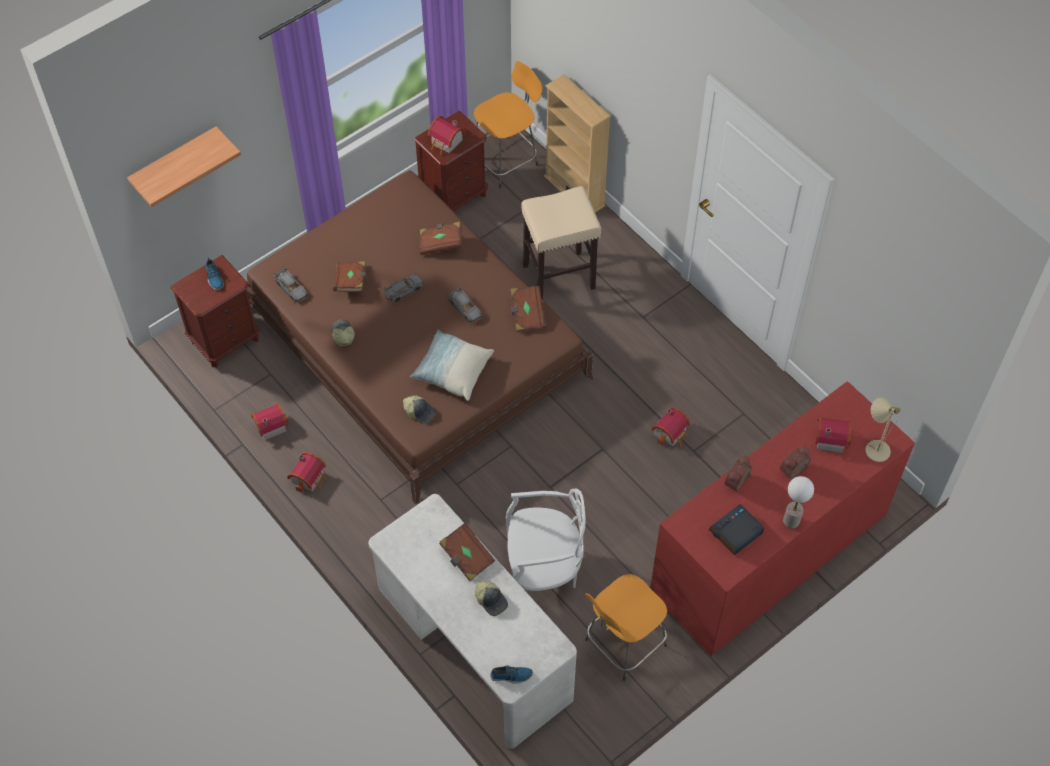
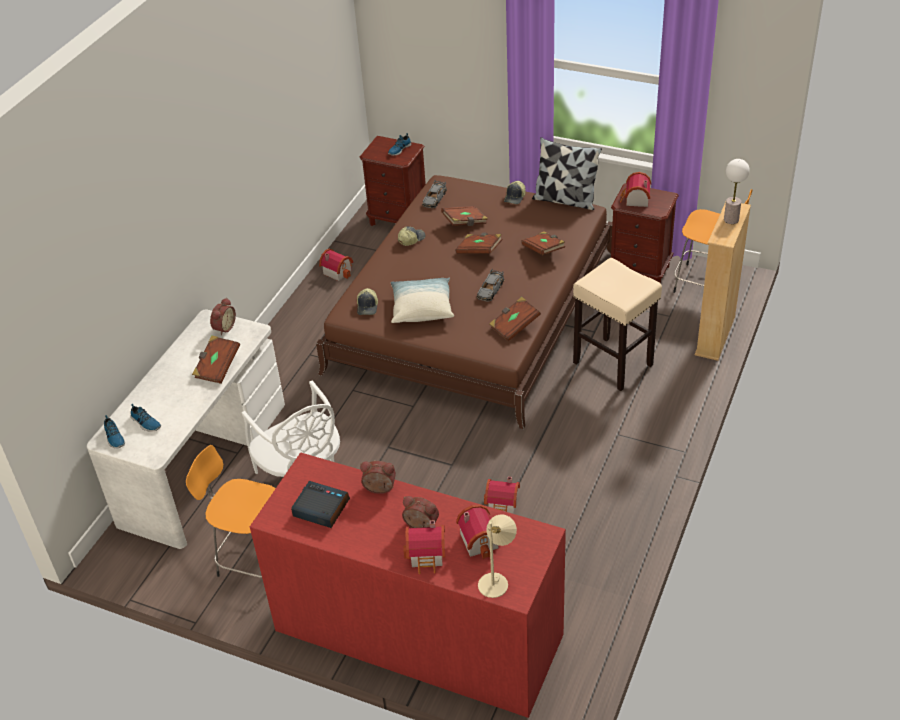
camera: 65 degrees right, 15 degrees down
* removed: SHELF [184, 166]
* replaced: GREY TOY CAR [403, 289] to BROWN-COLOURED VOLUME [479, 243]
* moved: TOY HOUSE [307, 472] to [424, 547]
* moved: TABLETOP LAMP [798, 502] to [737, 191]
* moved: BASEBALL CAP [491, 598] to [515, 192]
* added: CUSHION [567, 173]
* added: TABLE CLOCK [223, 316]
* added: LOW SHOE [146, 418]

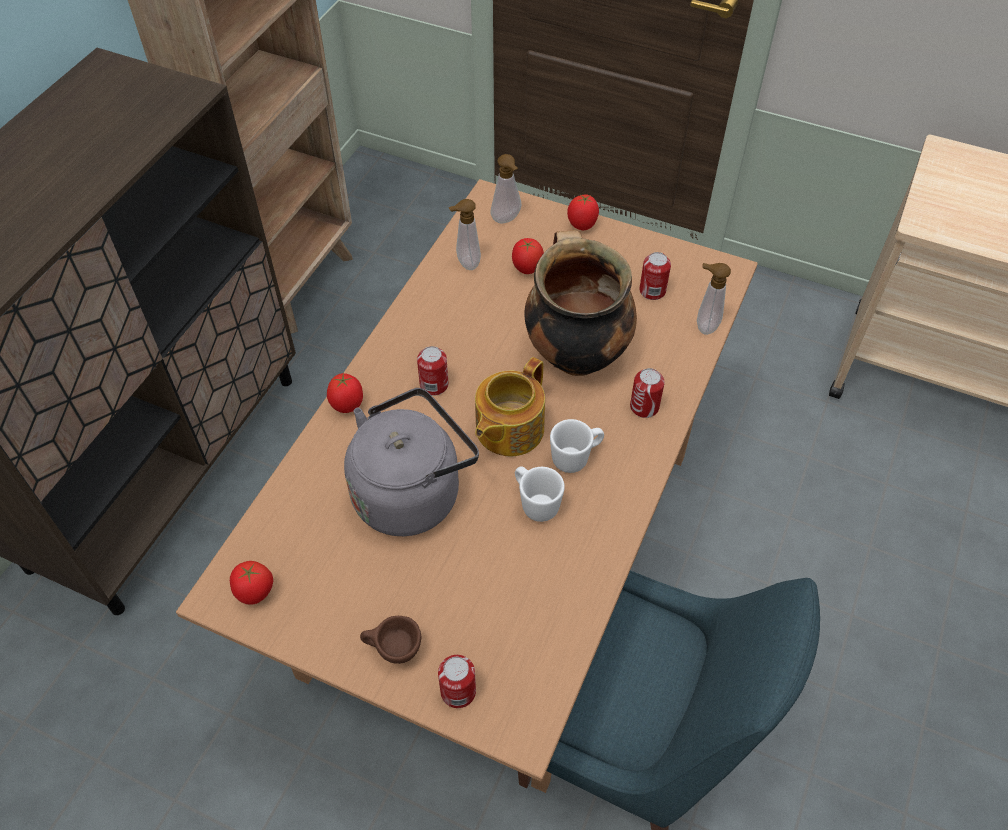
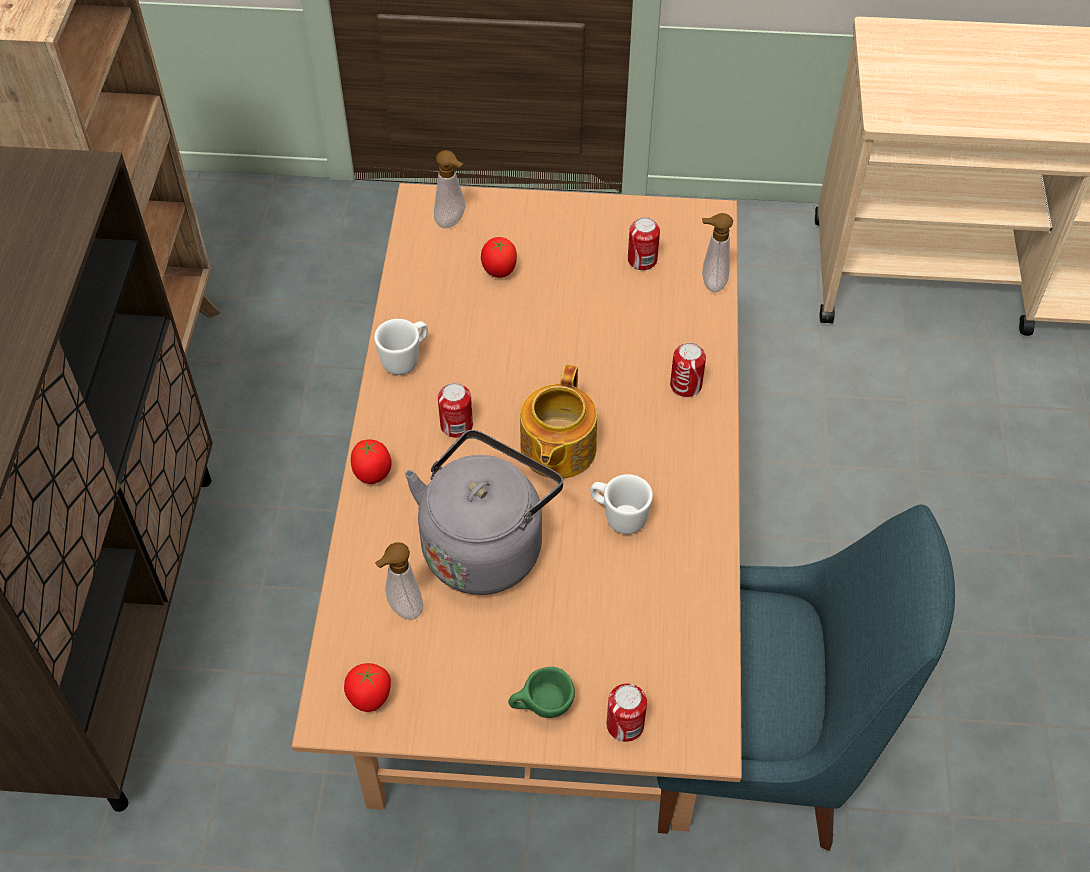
camera: 20 degrees left, 0 degrees up
* removed: WHOLE TOMATO [583, 212]
* moved: SOAP BOTTLE [465, 234] to [399, 581]
* removed: STOCKPOT [580, 303]
* moved: WHITE MUG [577, 446] to [401, 347]
* recoloured: BROWN-COLOURED DRINKING CUP [390, 640] to GREEN DRINKING CUP [541, 692]

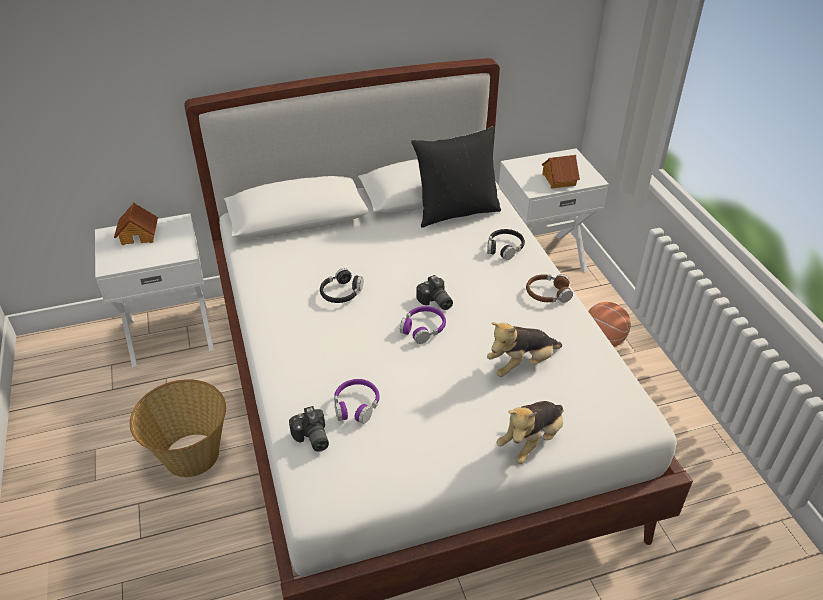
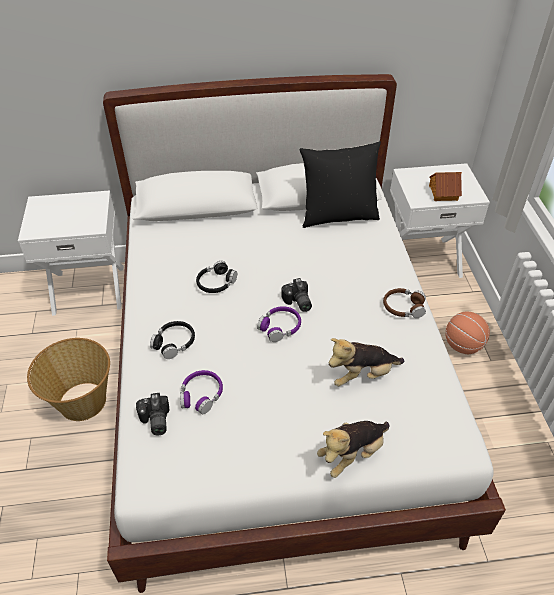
camera: 10 degrees right, 5 degrees up
* removed: TOY HOUSE [136, 224]
* moved: BLACK HEADPHONES [506, 244] to [172, 340]

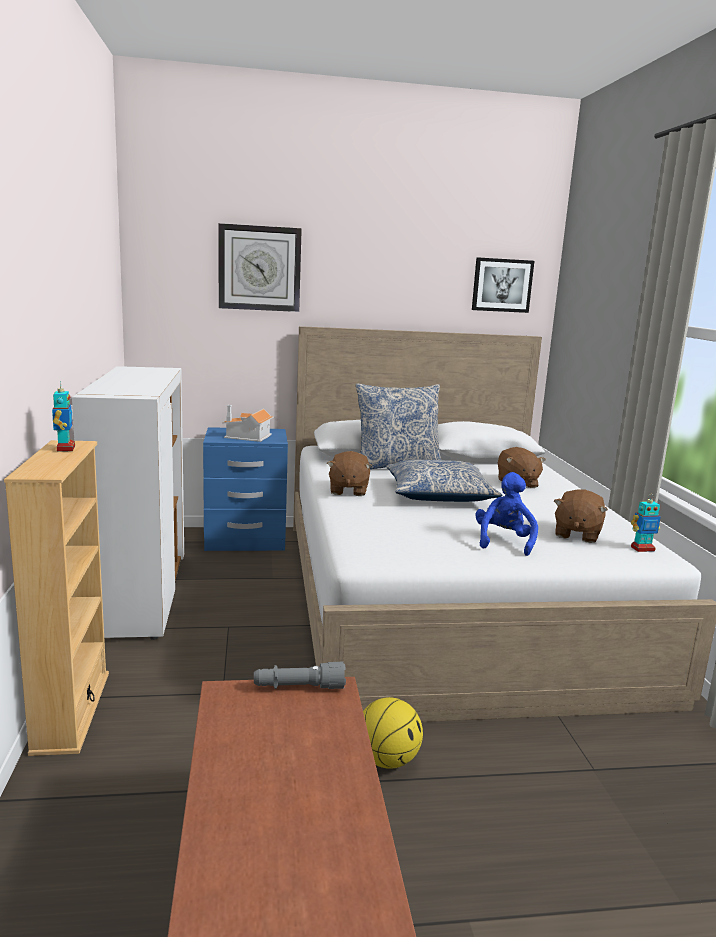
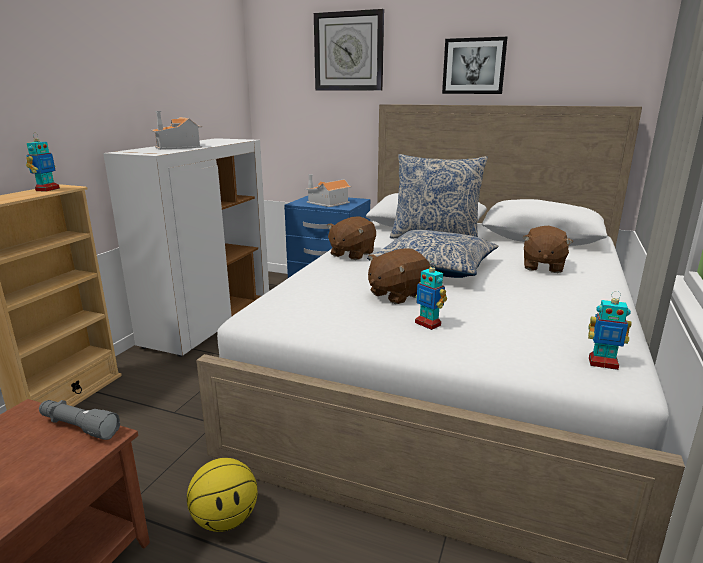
camera: 30 degrees right, 5 degrees up
* moved: PICTURE [503, 285] to [475, 65]
* replaced: BLUE SOFT TOY [506, 514] to ROBOT FIGURE [431, 295]
* moved: BROWN-COLOURED SOFT TOY [581, 516] to [399, 276]
* added: TOY HOUSE [176, 130]

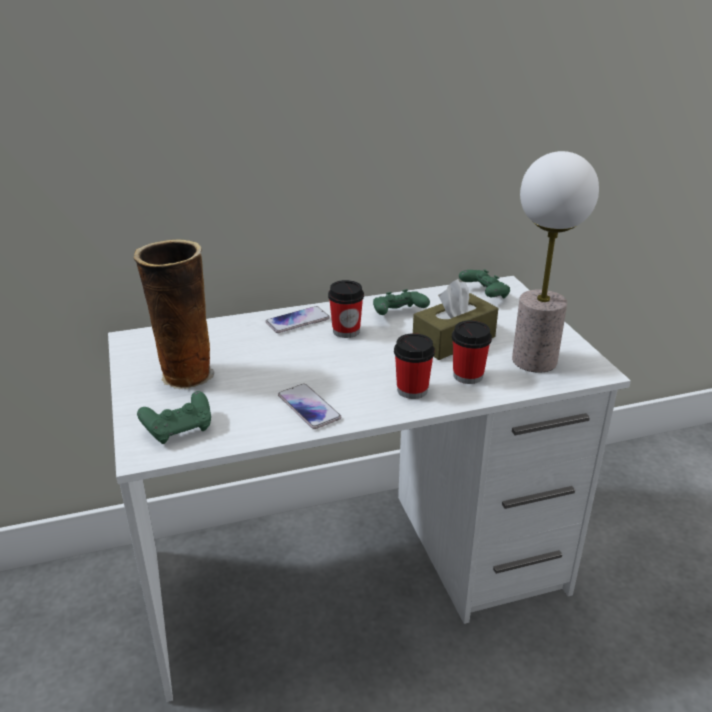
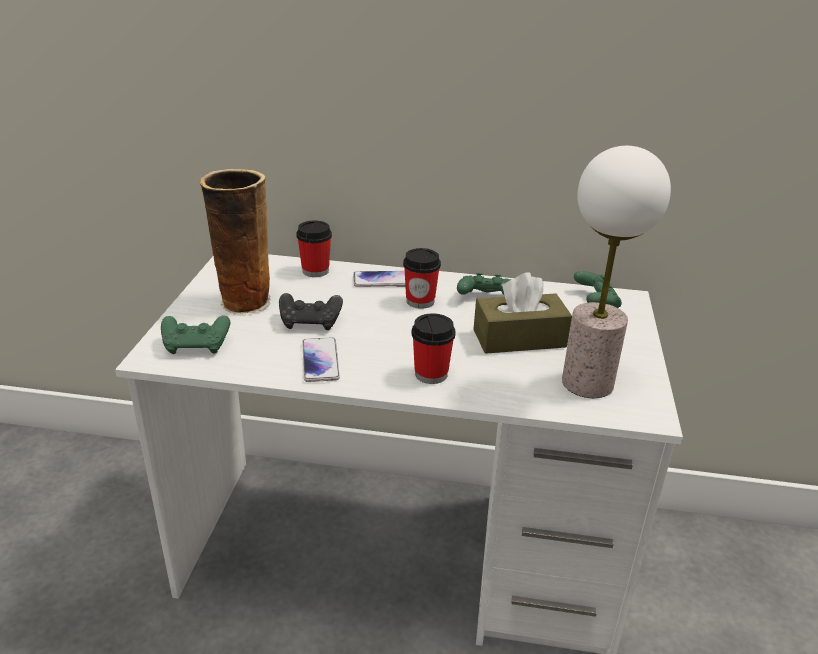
camera: 25 degrees right, 0 degrees up
* moved: DRINKING CUP [472, 352] to [314, 248]
* added: BLACK JOYPAD [311, 311]

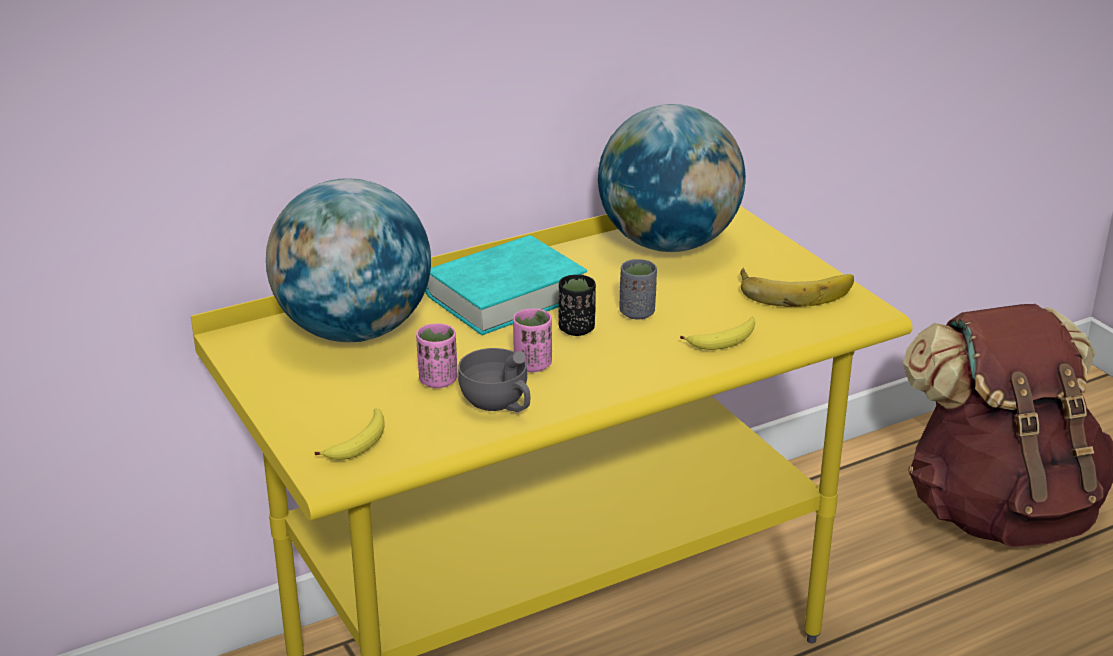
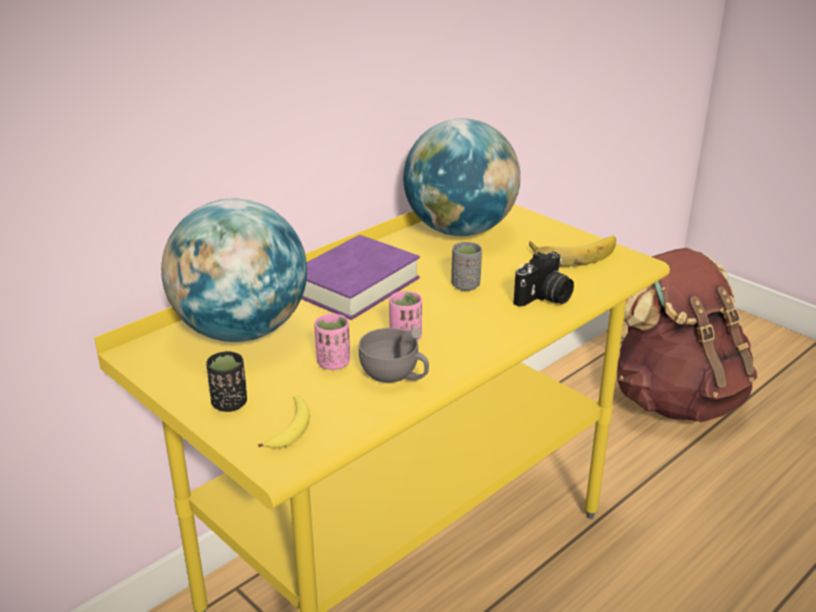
camera: 15 degrees left, 0 degrees up
* recoloured: TURQUOISE VOLUME [506, 285] to PURPLE-COLOURED VOLUME [360, 277]
* moved: BLACK DRINKING CUP [577, 305] to [226, 381]
* replaced: WHOLE BANANA [717, 333] to STILL CAMERA [543, 279]

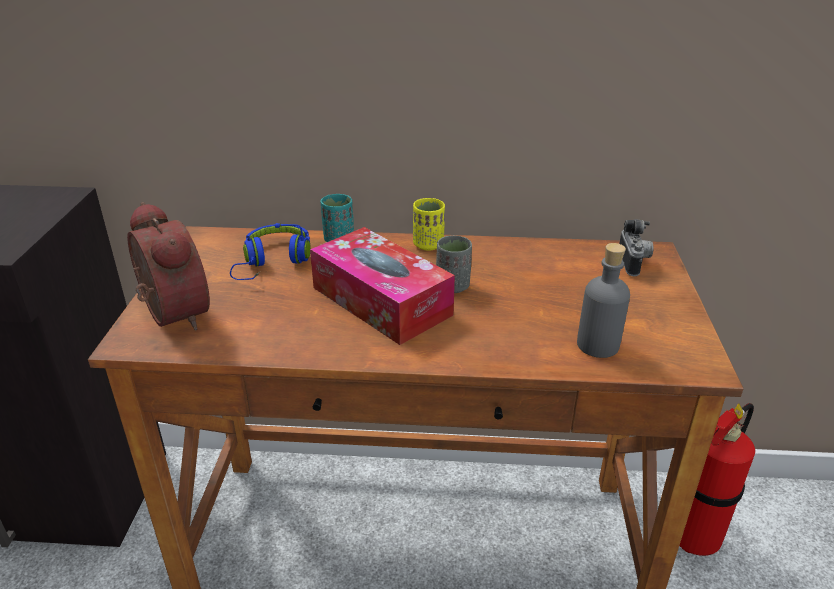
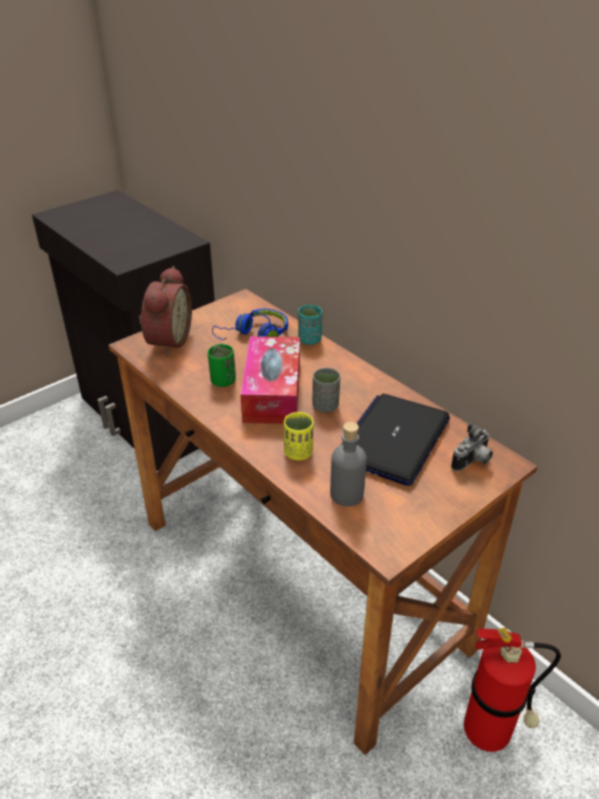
camera: 45 degrees right, 5 degrees up
* moved: YELLOW DRINKING CUP [429, 224] to [299, 436]
* added: GREEN DRINKING CUP [222, 365]
* added: NOTEBOOK COMPUTER [395, 440]

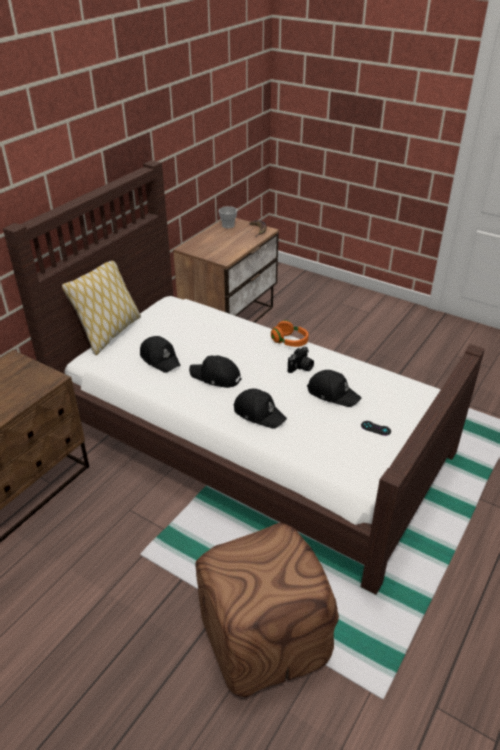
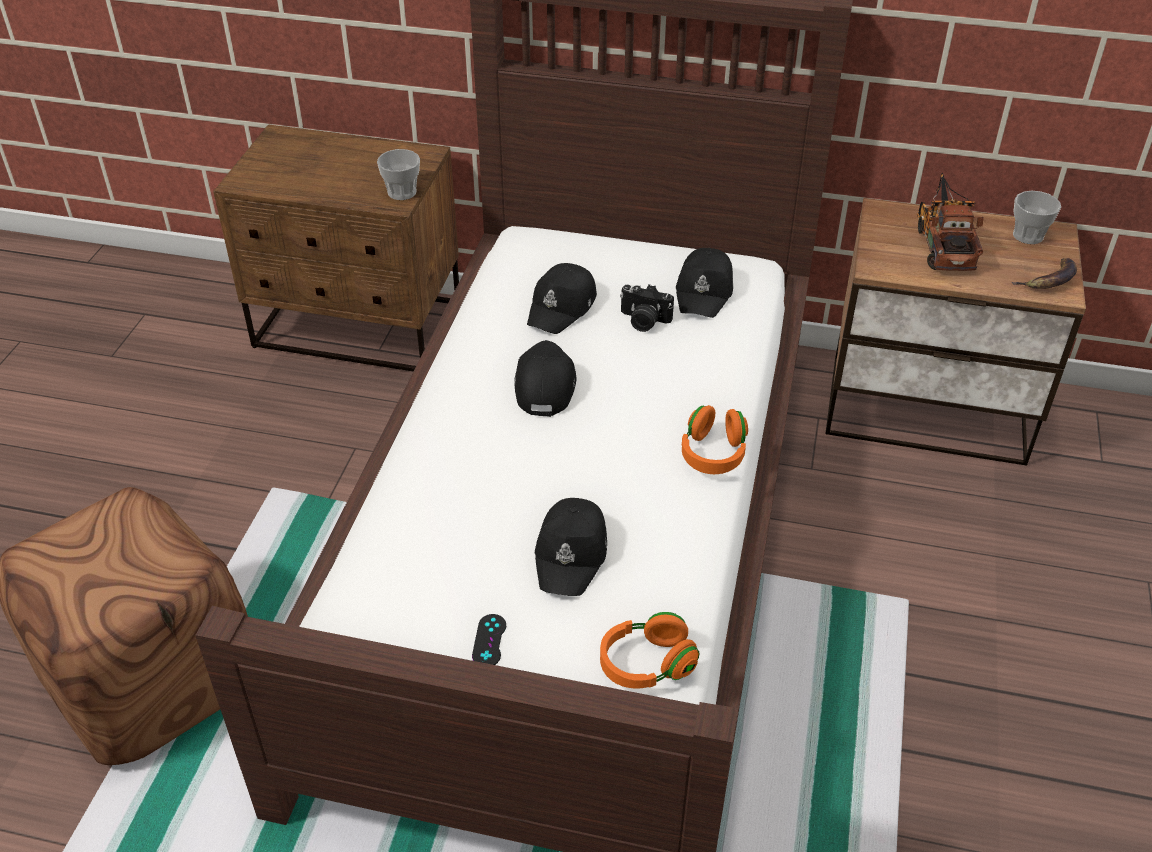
camera: 70 degrees right, 5 degrees up
* removed: CUSHION [101, 308]
* moved: STILL CAMERA [301, 360] to [647, 308]
* moved: BLACK BASEBALL CAP [260, 409] to [704, 283]
* added: DRINKING CUP [398, 174]
* added: MODEL TRUCK [950, 222]
* added: ORANGE-COLOURED HEADPHONES [650, 650]

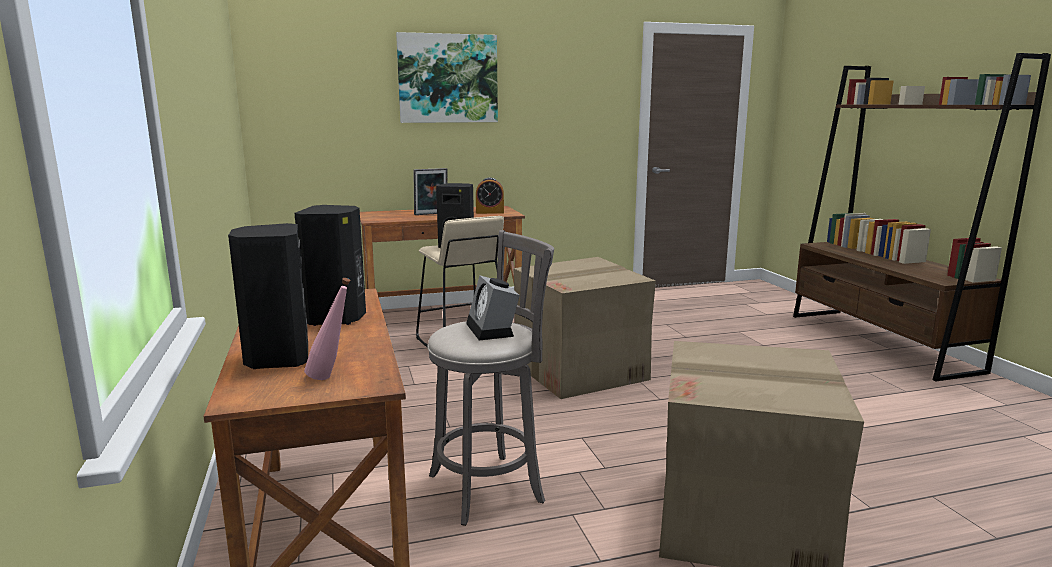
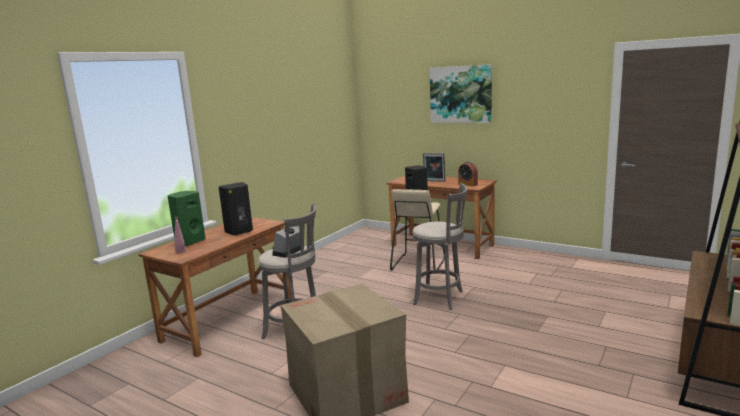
camera: 50 degrees right, 0 degrees up
* recoloured: BLACK SPEAKER [268, 296] to GREEN SPEAKER [187, 218]
* replaced: PACKING BOX [584, 328] to GREY SITTING STOOL [440, 246]

